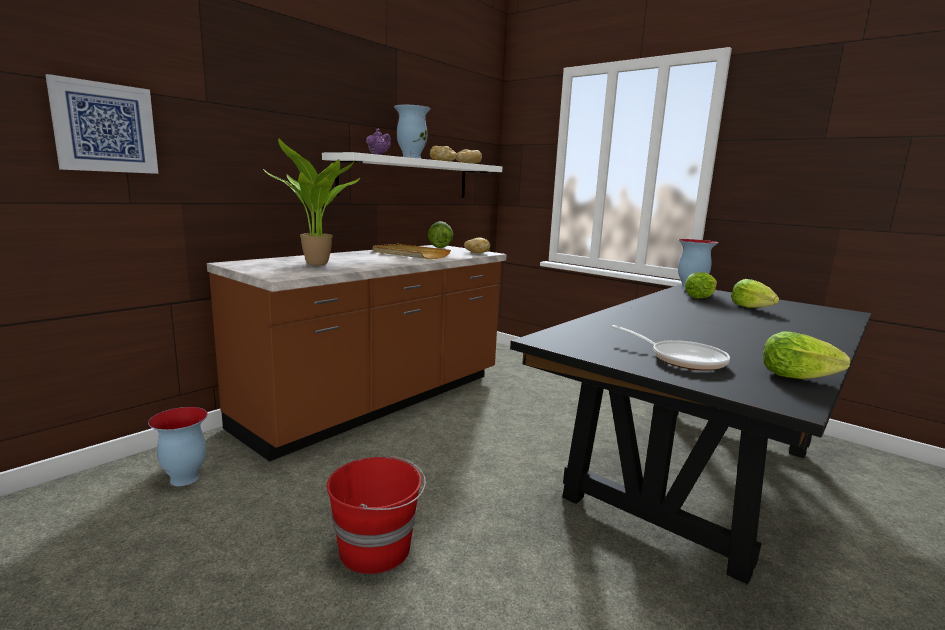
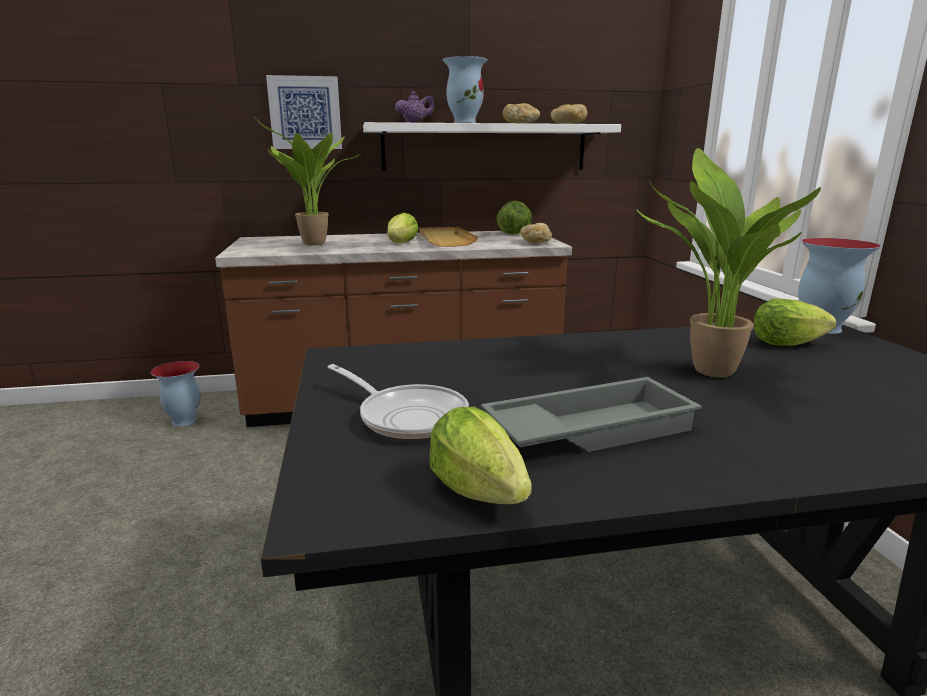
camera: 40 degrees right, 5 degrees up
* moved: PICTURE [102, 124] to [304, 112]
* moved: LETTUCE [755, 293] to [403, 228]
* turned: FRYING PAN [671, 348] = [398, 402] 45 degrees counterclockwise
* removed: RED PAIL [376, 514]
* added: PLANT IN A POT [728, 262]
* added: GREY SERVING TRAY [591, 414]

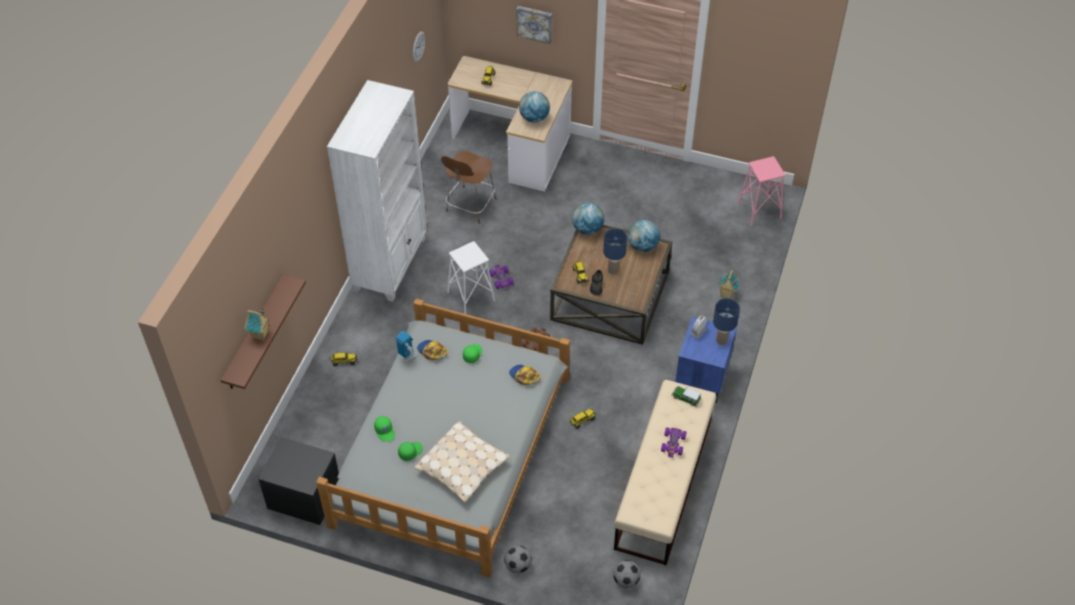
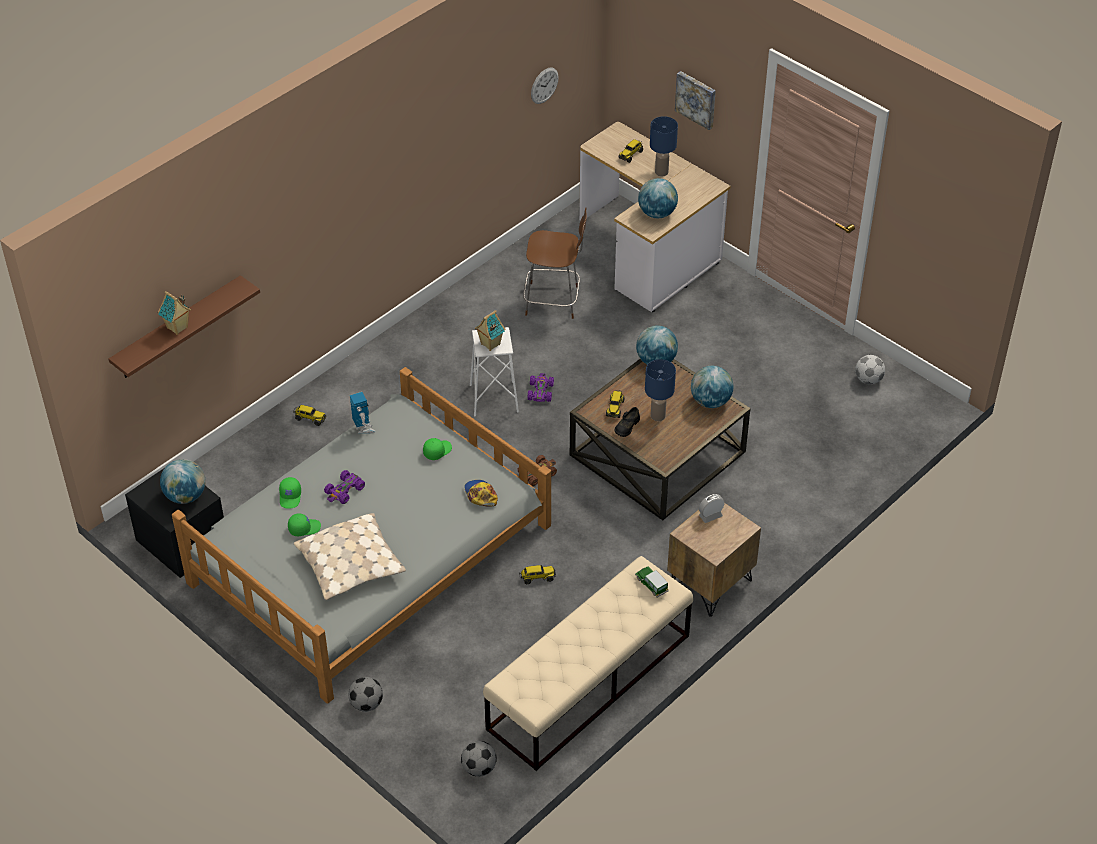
camera: 25 degrees right, 5 degrees down
* removed: WHITE BOOKSHELF [377, 191]
* turned: BROWN-COLOURED CHAIR [468, 187] = [555, 263] 135 degrees counterclockwise
* removed: PINK-COLOURED SITTING STOOL [762, 191]
* moved: TOY HOUSE [729, 284] to [490, 330]
* moved: BLUE TABLETOP LAMP [726, 321] to [664, 146]
* recoloured: BLUE NIGHTSTAND [706, 360] to BROWN-COLOURED NIGHTSTAND [714, 560]
* removed: BASEBALL CAP [432, 350]
* moved: PURPLE-COLOURED TOY CAR [673, 443] to [344, 487]
* added: FOOTBALL [870, 369]
* added: WORLD GLOBE [183, 481]

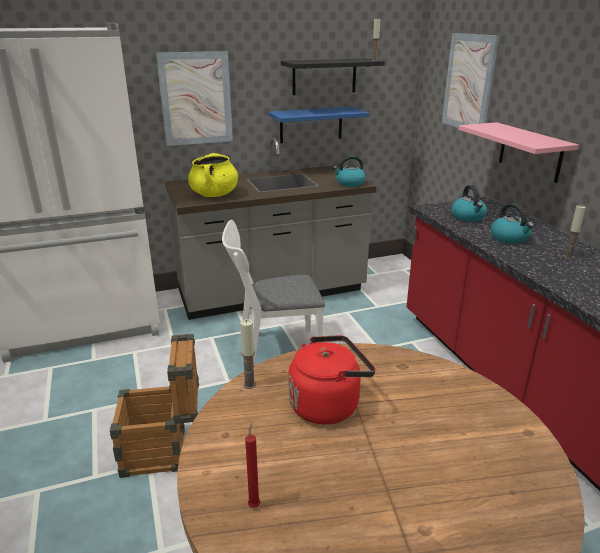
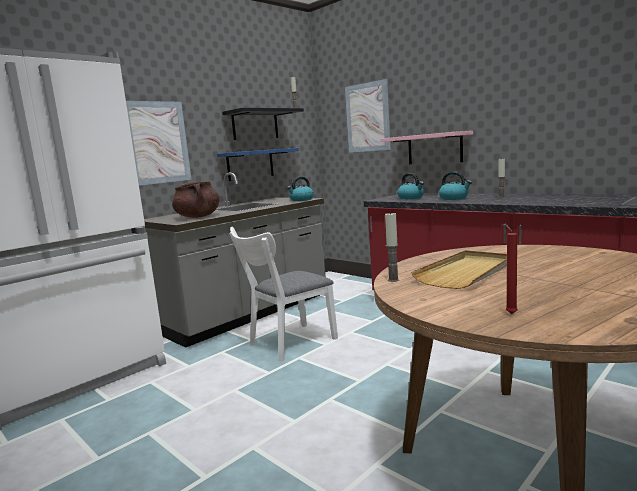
camera: 25 degrees left, 15 degrees down
* recoloured: YELLOW STOCKPOT [213, 175] to BROWN-COLOURED STOCKPOT [195, 199]
* removed: CRATE [154, 406]
* replaced: RED KETTLE [332, 380] to BEIGE SERVING TRAY [459, 269]

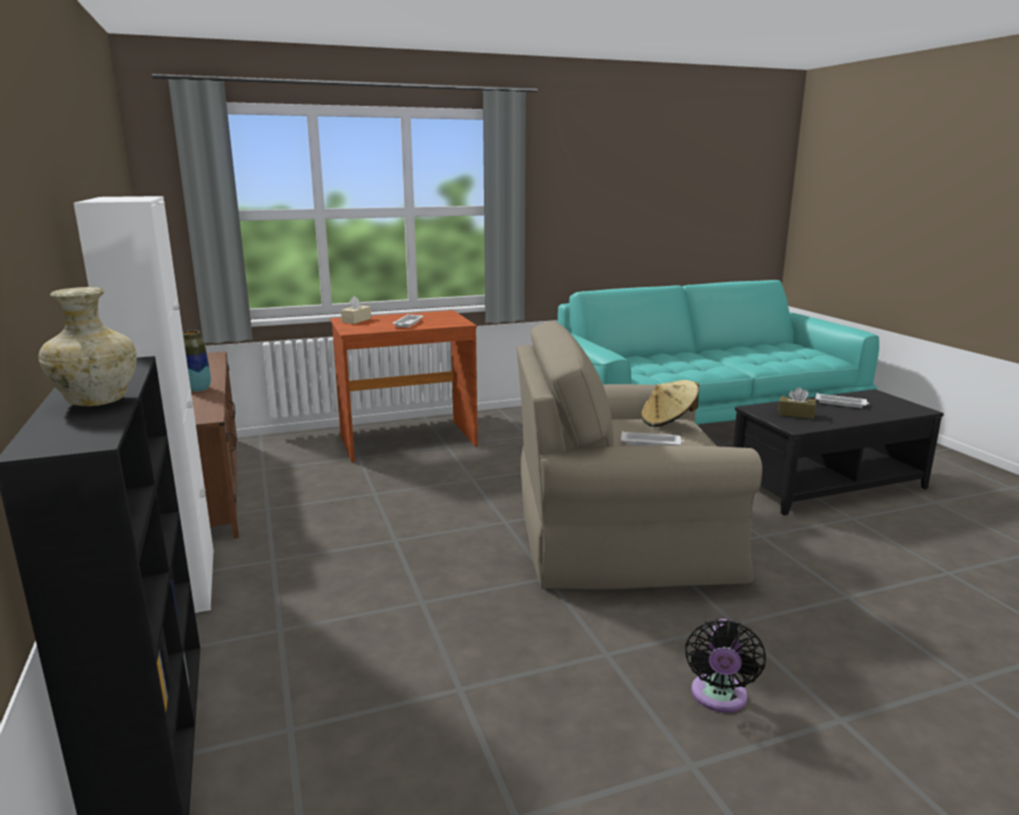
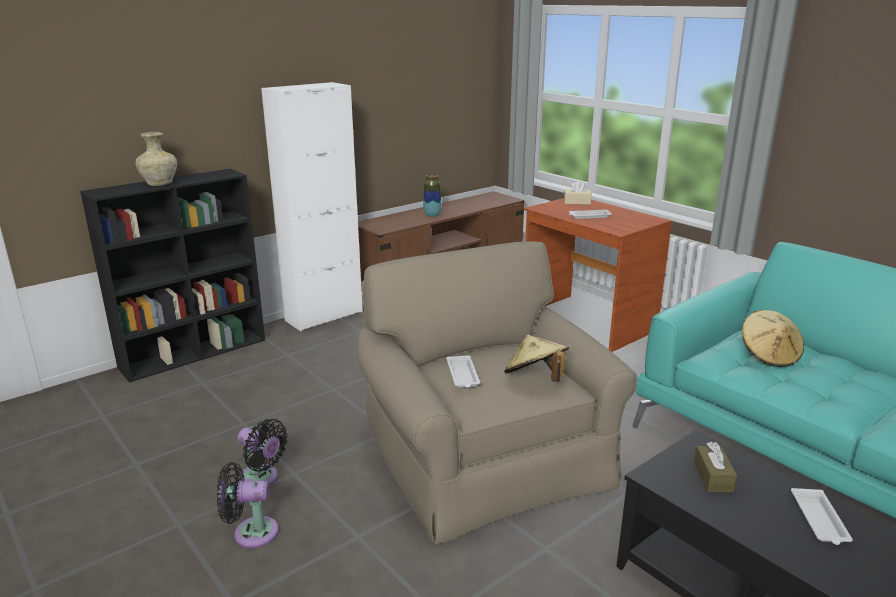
camera: 70 degrees right, 5 degrees up
* added: BEIGE WEARABLE HAT [773, 338]
* added: BLACK FAN [263, 452]

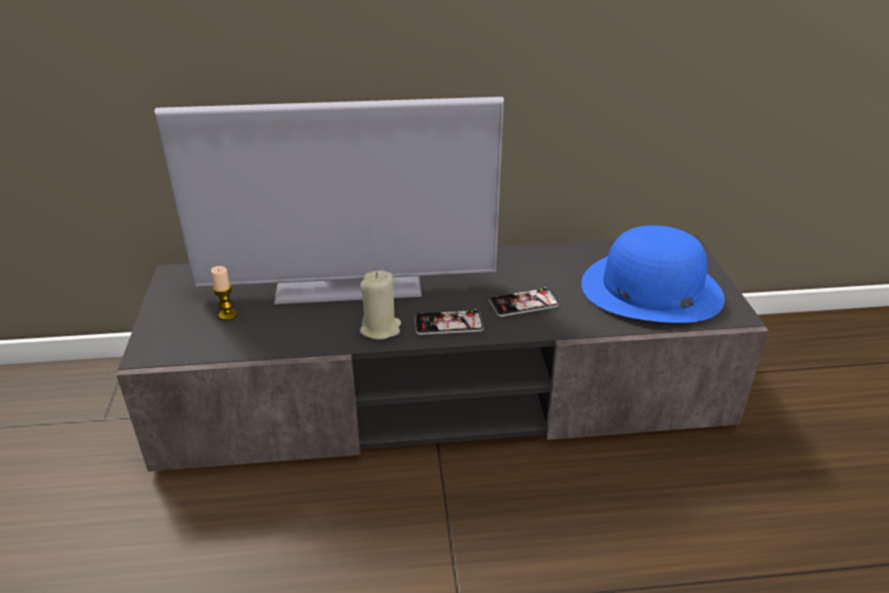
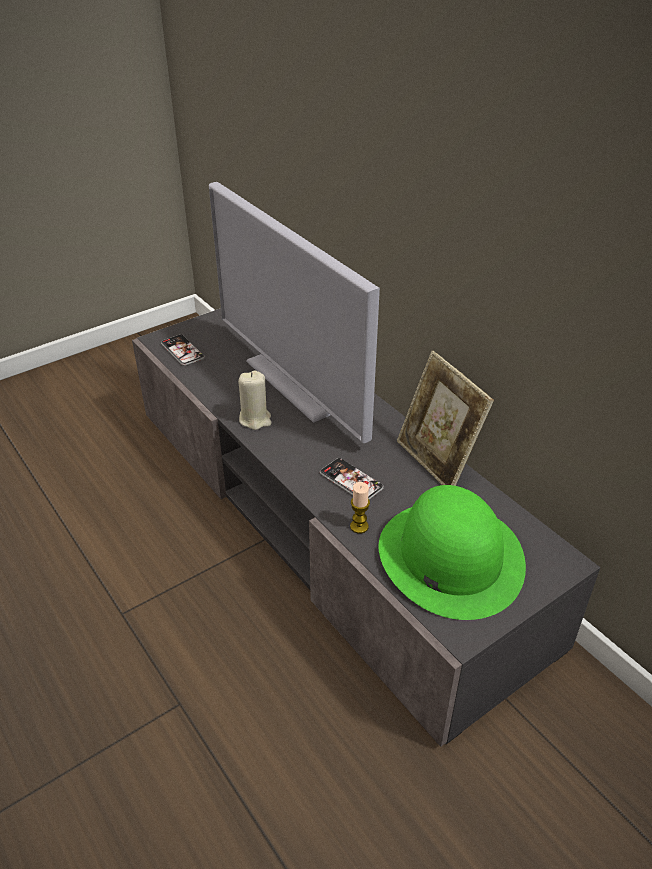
camera: 60 degrees right, 5 degrees up
* recoloured: BLUE WEARABLE HAT [653, 274] to GREEN WEARABLE HAT [452, 552]
* moved: WAX LIGHT [224, 293] to [360, 508]
* moved: TELEPHONE [449, 322] to [183, 350]
* added: PHOTO FRAME [445, 418]

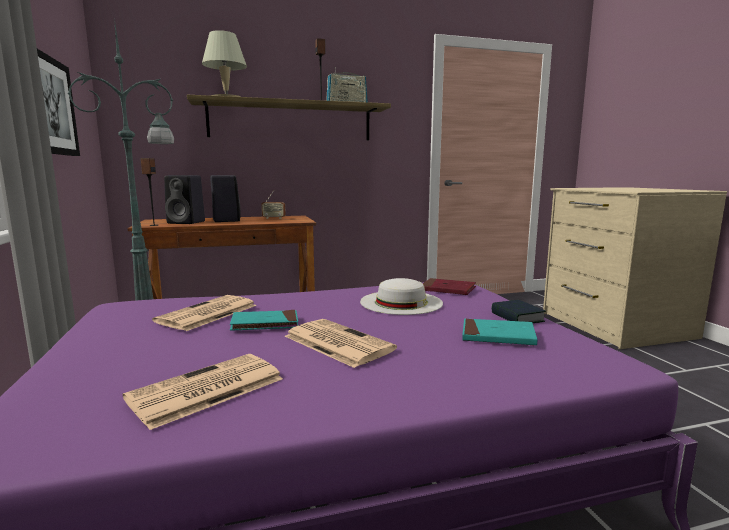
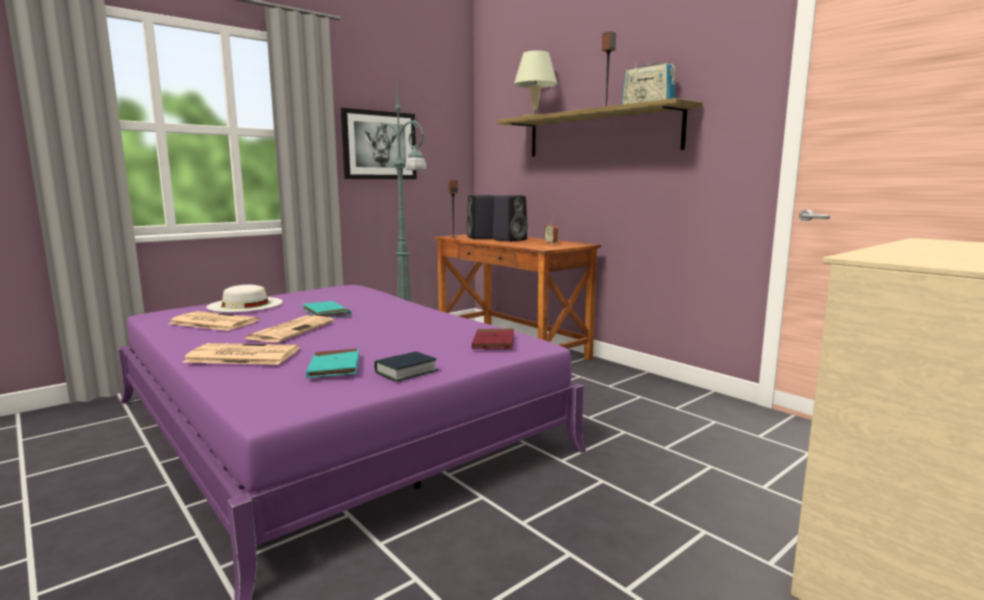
camera: 65 degrees right, 0 degrees up
* moved: WHITE WEARABLE HAT [401, 296] to [245, 298]
* moved: DAILY PAPER [204, 313] to [241, 354]

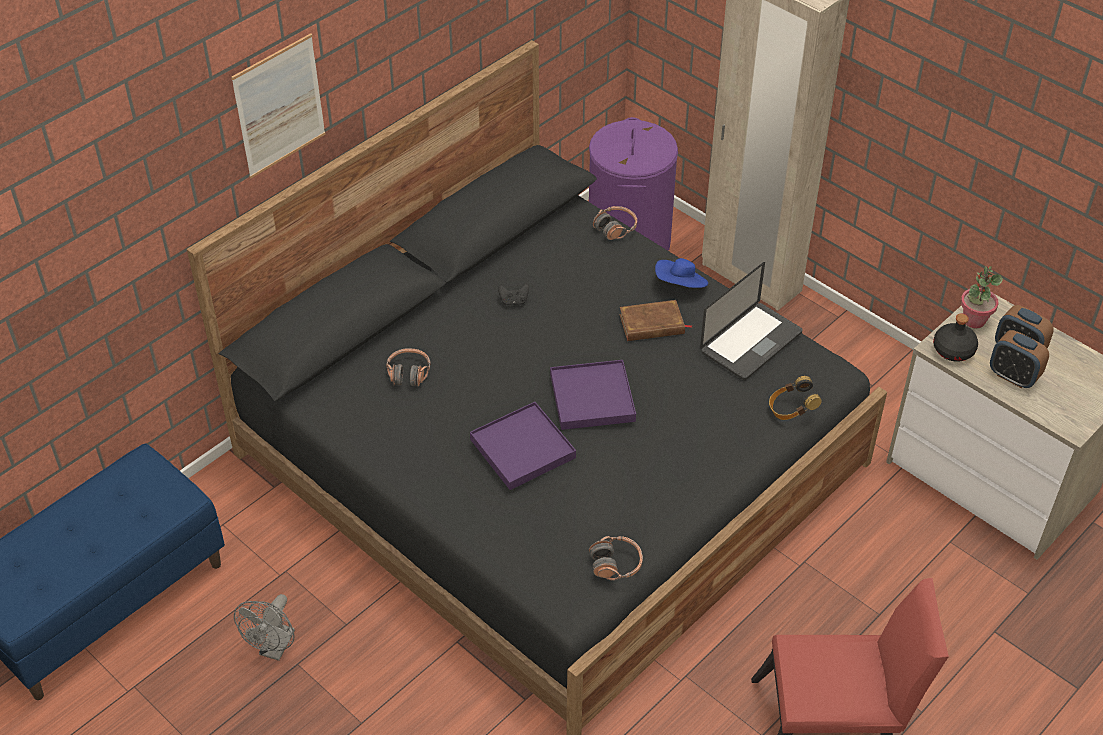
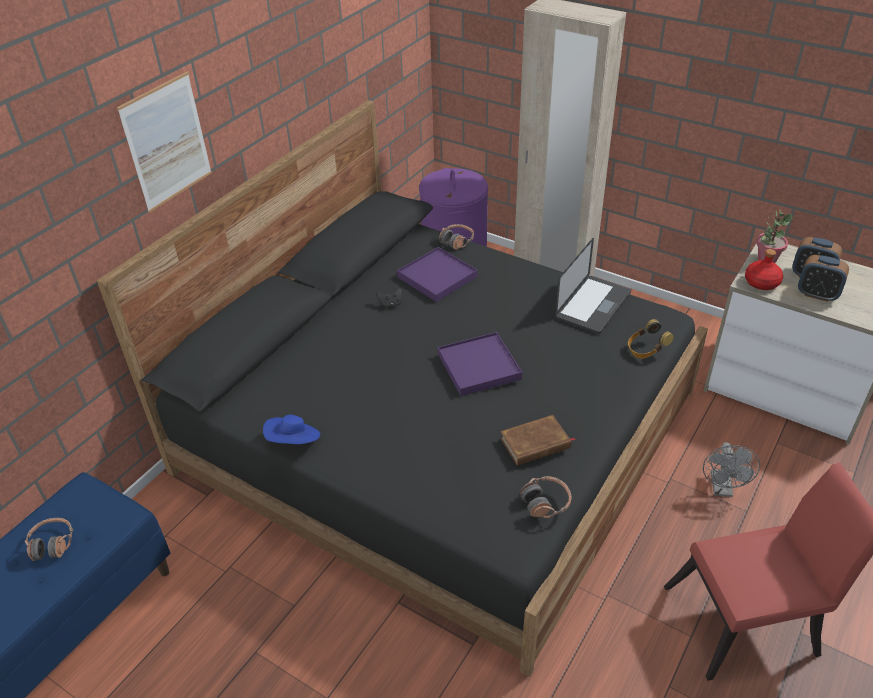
camera: 10 degrees left, 5 degrees down
* moved: BLUE WEARABLE HAT [681, 273] to [291, 429]
* moved: BROWN-COLOURED VOLUME [656, 320] to [537, 440]
* recoloured: BLACK BEVERAGE BOTTLE [955, 338] to RED BEVERAGE BOTTLE [764, 269]
* moved: HEADPHONES [408, 367] to [49, 539]
* moved: PURPLE-COLOURED SERVING TRAY [523, 446] to [437, 274]
* moved: GREY FAN [264, 627] to [731, 469]

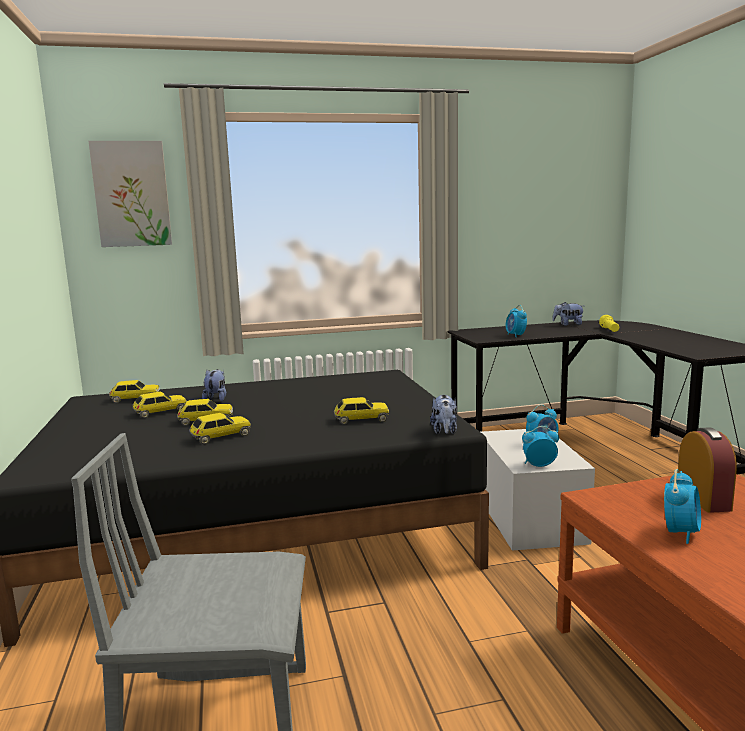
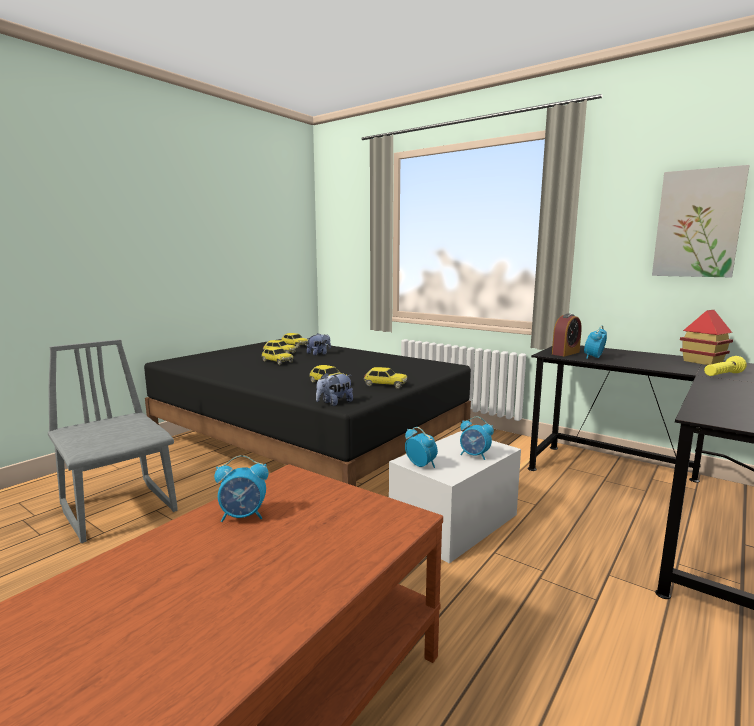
camera: 50 degrees right, 0 degrees up
* moved: PICTURE [130, 194] to [700, 221]
* replaced: SOFT TOY [568, 314] to TOY HOUSE [706, 337]
* moved: TOY CAR [220, 429] to [385, 378]
* moved: TABLE CLOCK [707, 470] to [567, 334]

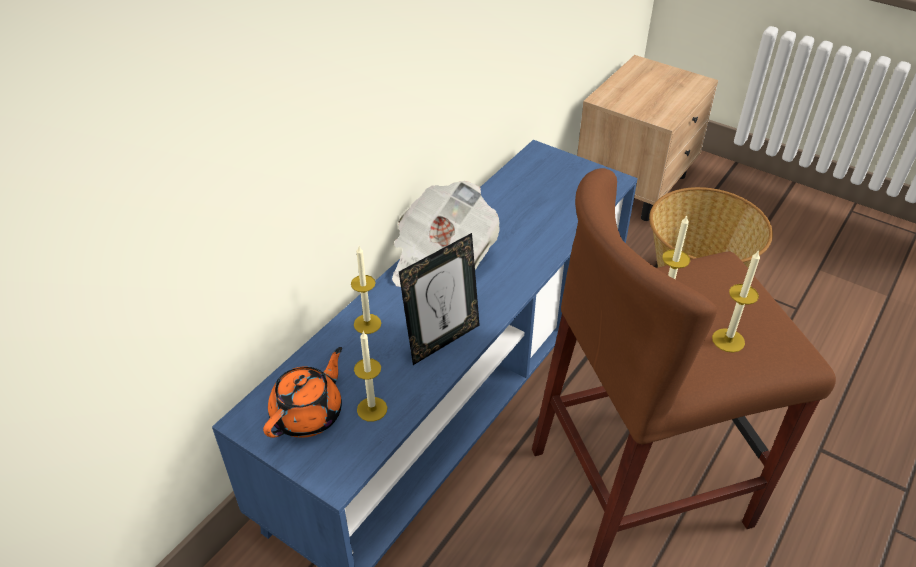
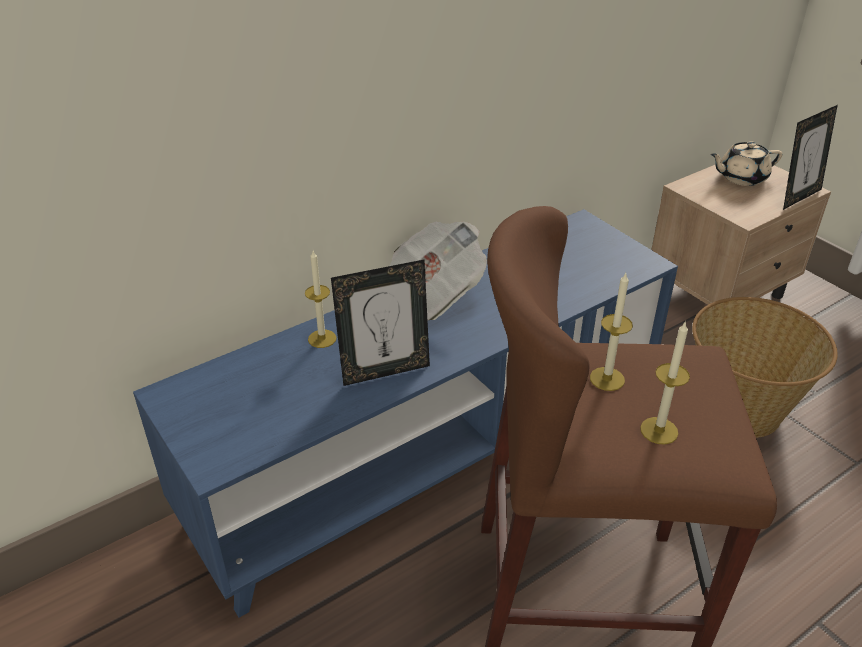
camera: 20 degrees right, 5 degrees down
* removed: WAX LIGHT [371, 376]
* removed: ORANGE-COLOURED POT FOR TEA [302, 392]
* added: PHOTO FRAME [810, 157]
* added: BEIGE POT FOR TEA [746, 163]

